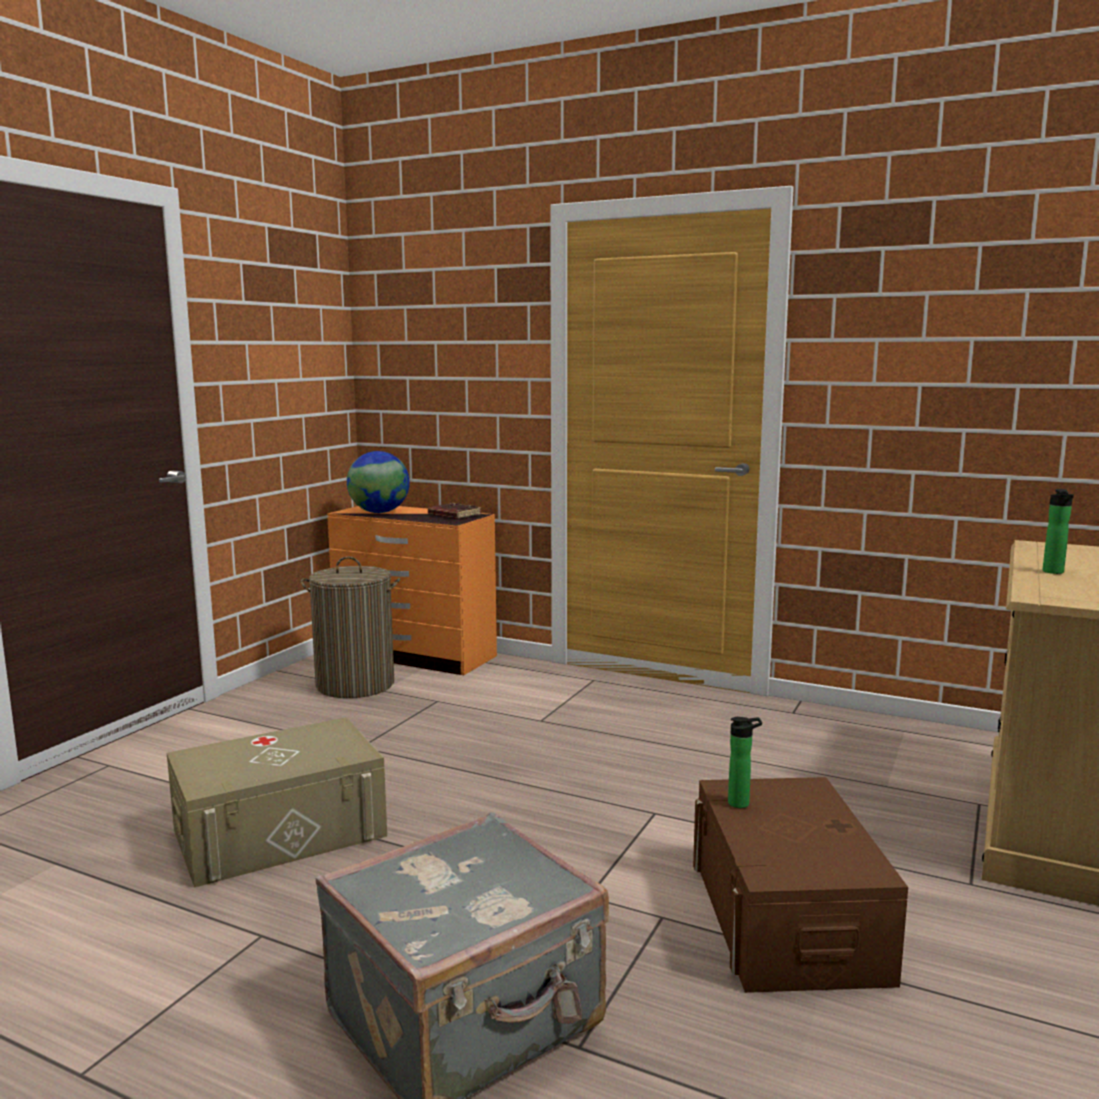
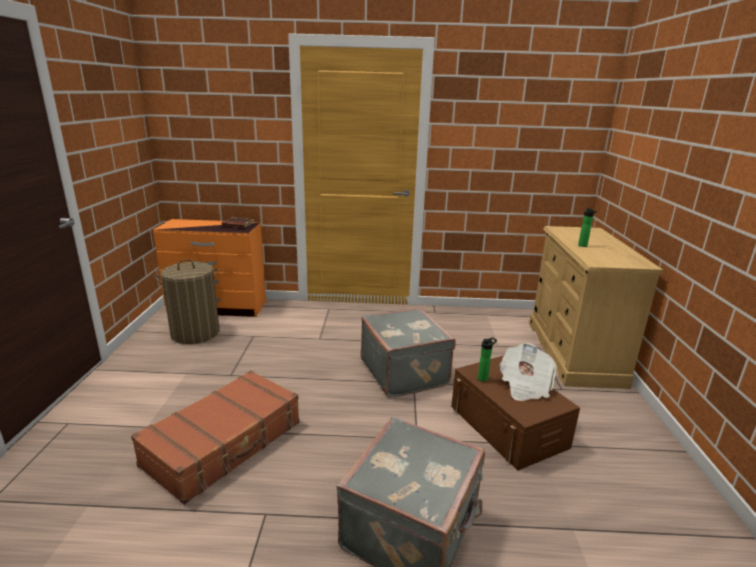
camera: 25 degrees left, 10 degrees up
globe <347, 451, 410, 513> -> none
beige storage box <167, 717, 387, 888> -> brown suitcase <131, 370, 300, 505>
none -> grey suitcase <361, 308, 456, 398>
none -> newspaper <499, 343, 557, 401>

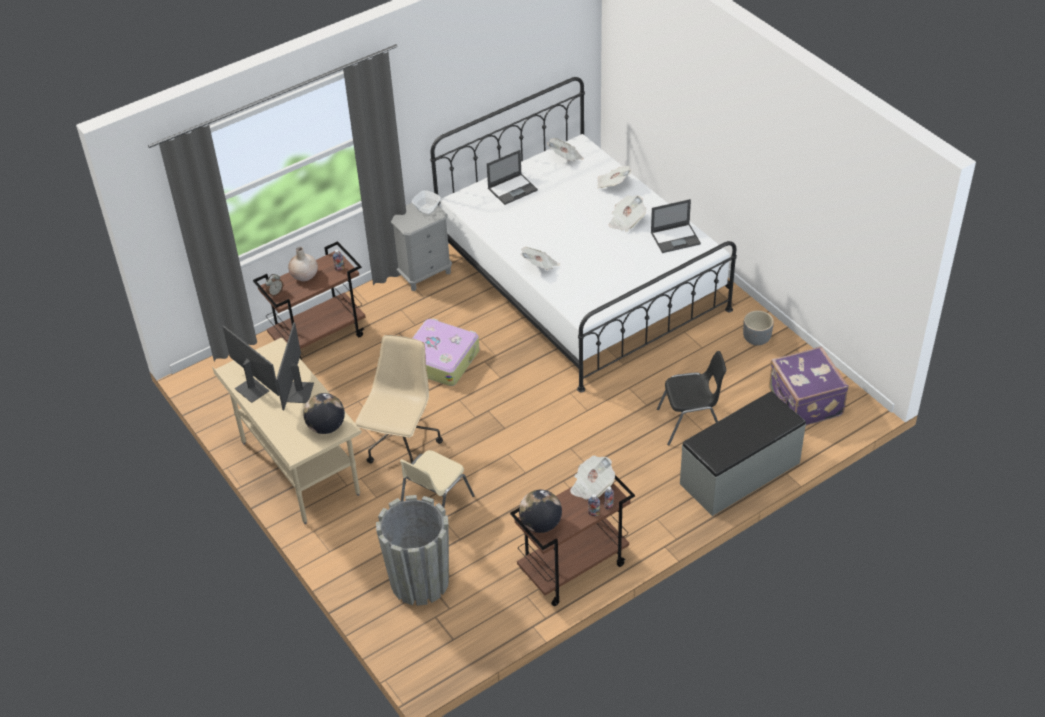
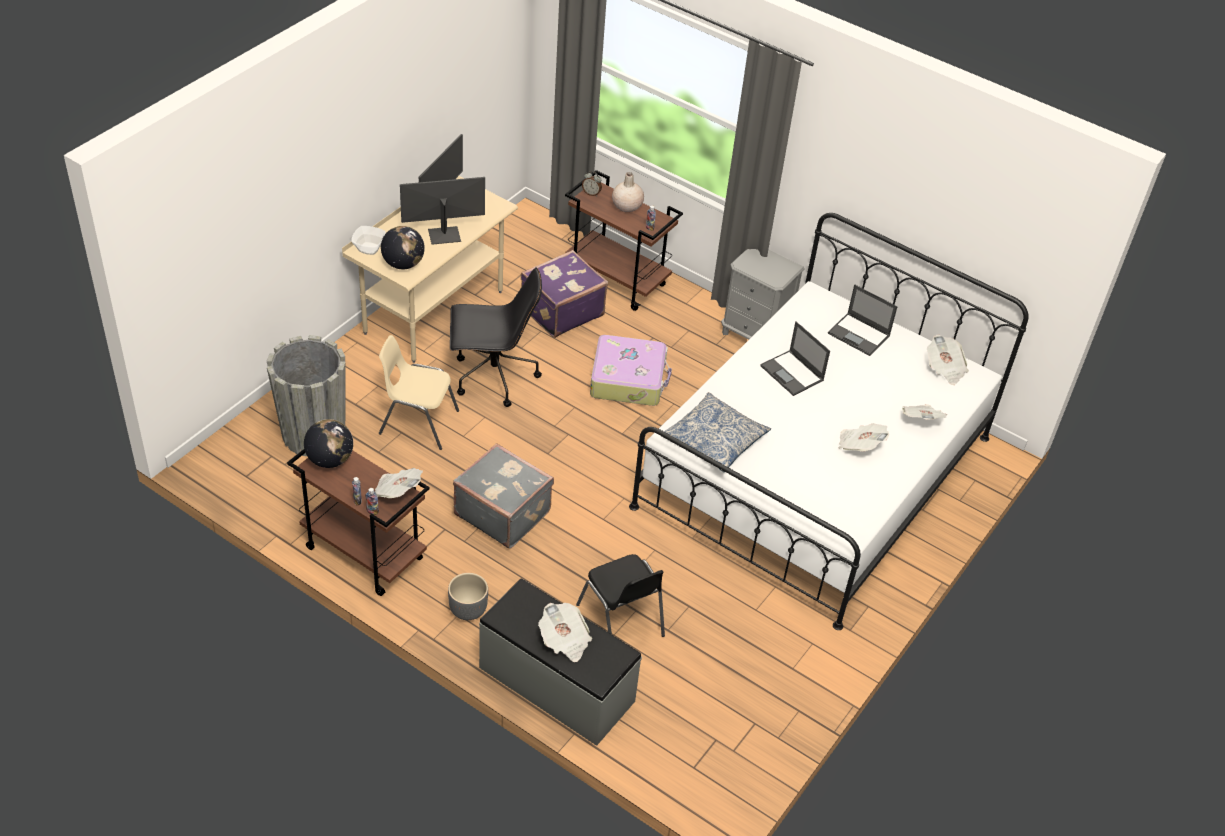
camera: 65 degrees right, 0 degrees up
bowl <412, 190, 441, 215> -> bowl <351, 226, 386, 255>, moved
laptop <651, 199, 701, 253> -> laptop <760, 321, 830, 396>, moved
newspaper <520, 247, 560, 270> -> newspaper <538, 603, 592, 662>, moved
grey planter <743, 310, 774, 345> -> grey planter <448, 573, 488, 620>, moved
beige office chair <355, 335, 443, 463> -> black office chair <450, 267, 542, 407>
purple suitcase <769, 346, 849, 426> -> purple suitcase <521, 250, 608, 338>, moved
none -> pillow <664, 392, 771, 472>
none -> grey suitcase <453, 443, 554, 549>

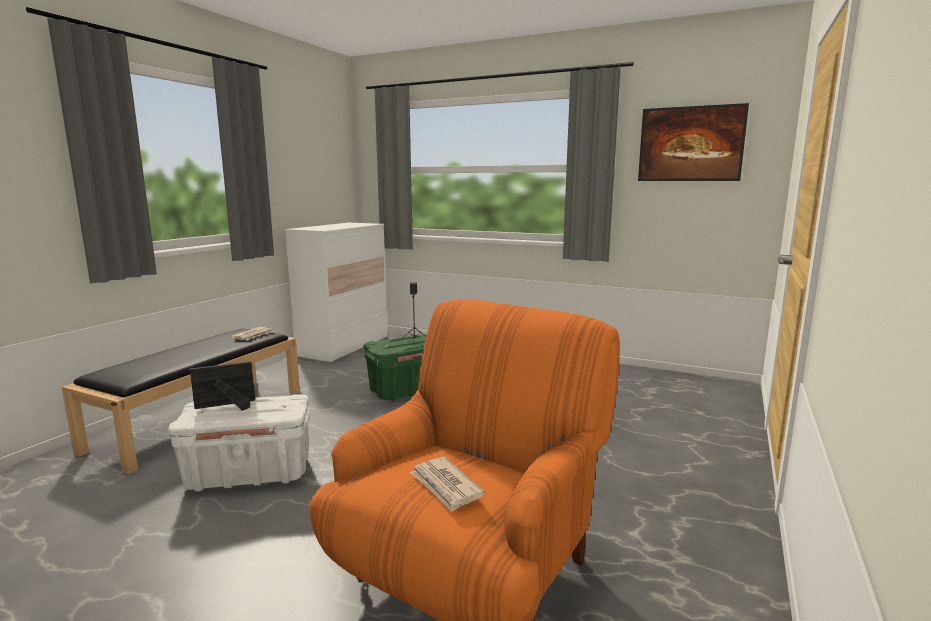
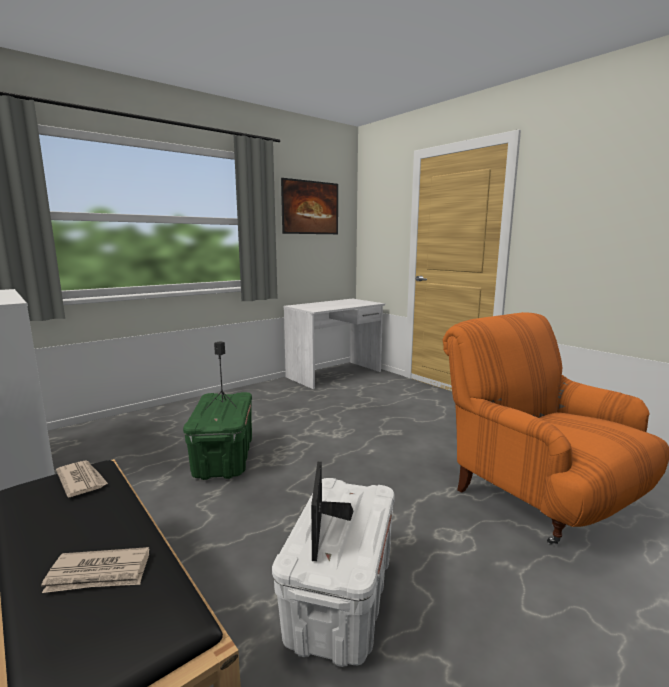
camera: 65 degrees left, 0 degrees up
newspaper <410, 457, 485, 512> -> newspaper <41, 547, 149, 593>, moved
none -> white desk <284, 299, 385, 389>

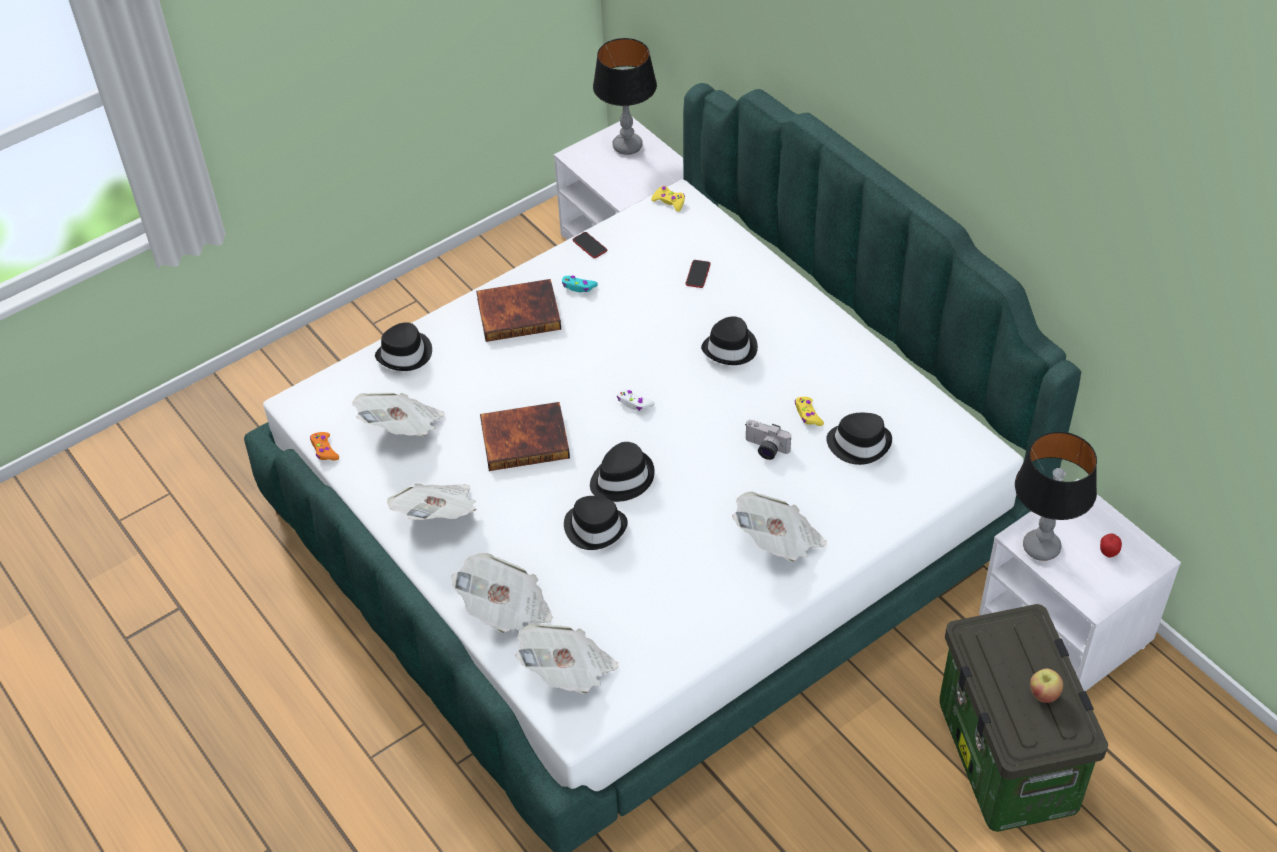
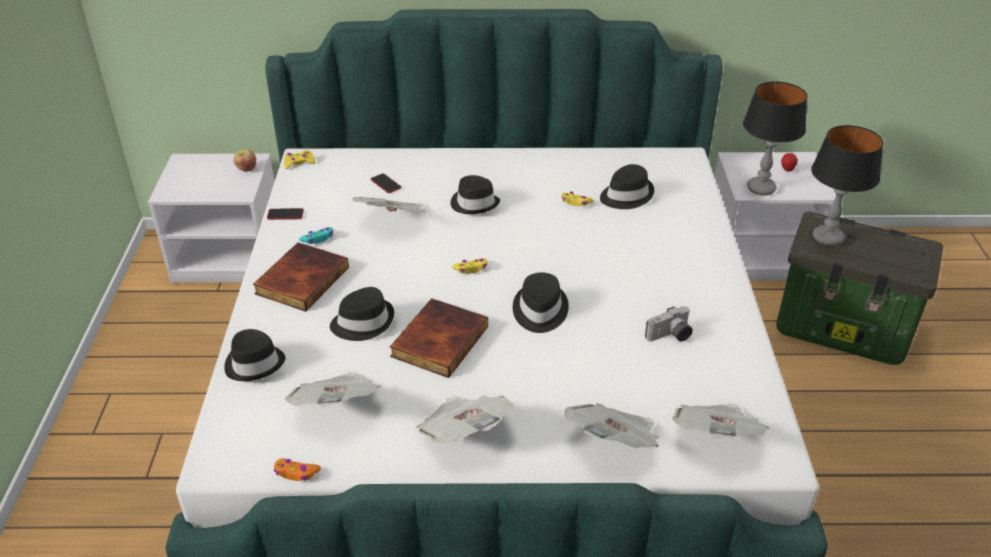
camera: 55 degrees left, 10 degrees down
table lamp <593, 38, 657, 155> -> table lamp <811, 125, 883, 246>, moved
white game controller <617, 389, 655, 411> -> yellow game controller <452, 258, 488, 274>
photo camera <746, 420, 791, 460> -> photo camera <645, 306, 693, 341>, moved
newspaper <732, 491, 827, 561> -> newspaper <352, 197, 427, 213>, moved
black hat <564, 496, 628, 550> -> black hat <330, 287, 394, 341>, moved
apple <1030, 669, 1063, 703> -> apple <233, 149, 256, 172>, moved

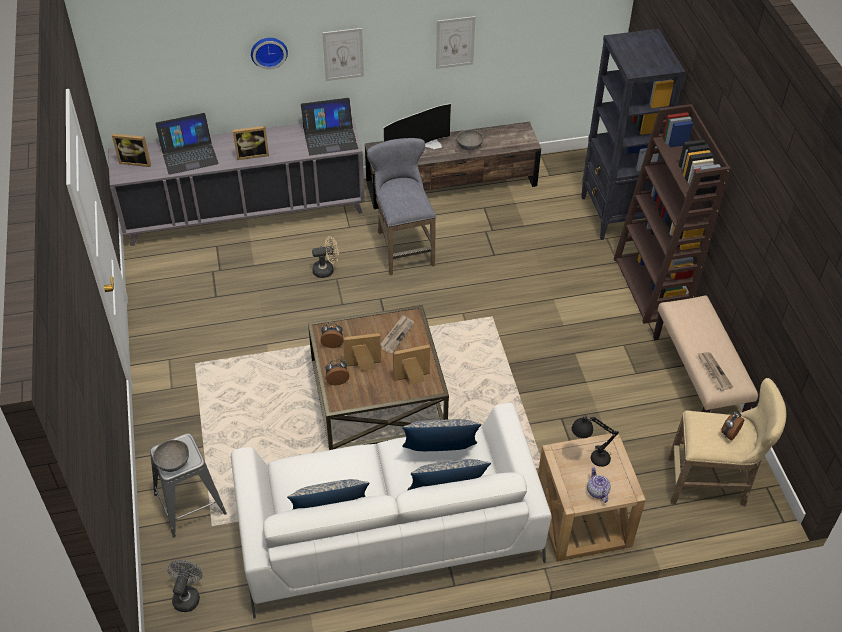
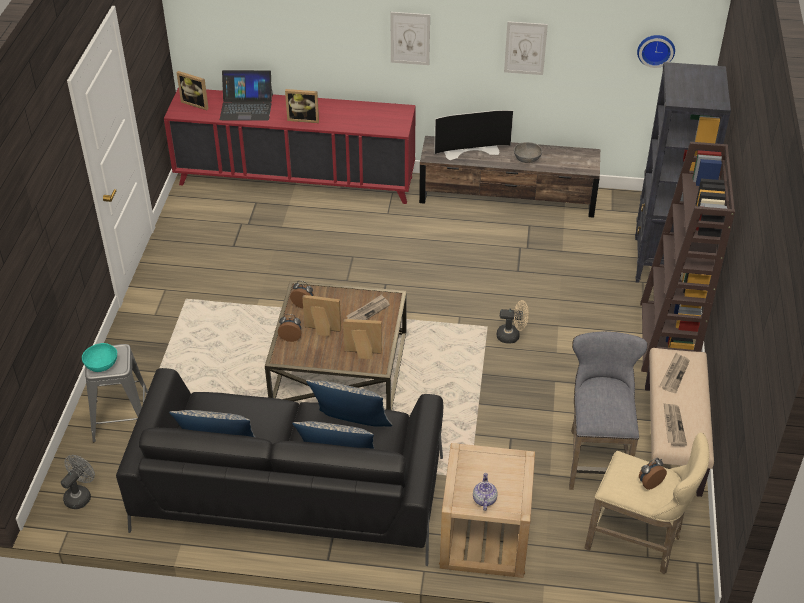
camera: 20 degrees right, 5 degrees down
wall clock <251, 38, 288, 70> -> wall clock <637, 35, 675, 68>, moved
laptop <301, 98, 358, 155> -> none
grey cabinet <108, 117, 365, 246> -> red cabinet <164, 87, 416, 204>
grey stool <367, 138, 436, 275> -> grey stool <569, 331, 648, 490>, moved
beige fan <312, 236, 339, 278> -> beige fan <497, 300, 529, 344>, moved
white sofa <231, 403, 552, 619> -> black sofa <116, 368, 443, 566>
black table lamp <572, 414, 619, 467> -> none
grey bowl <153, 440, 189, 472> -> turquoise bowl <82, 343, 117, 372>
none -> newspaper <660, 353, 690, 393>

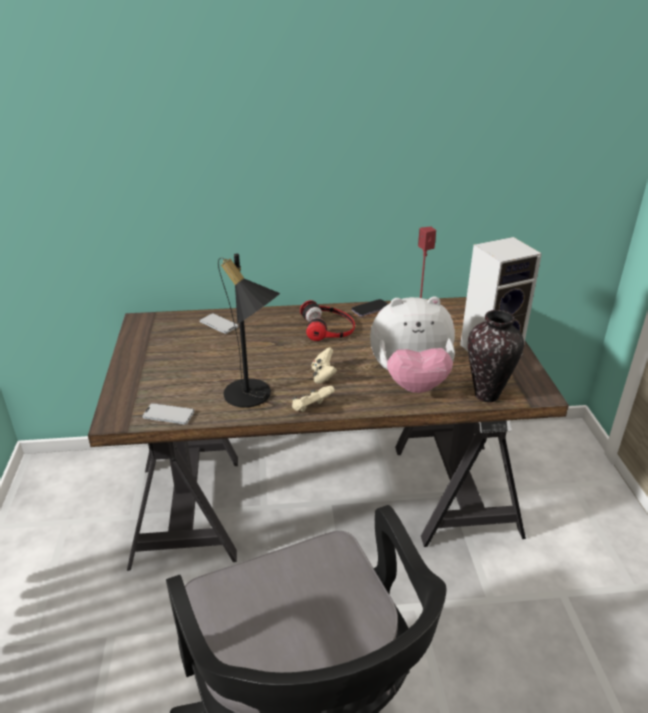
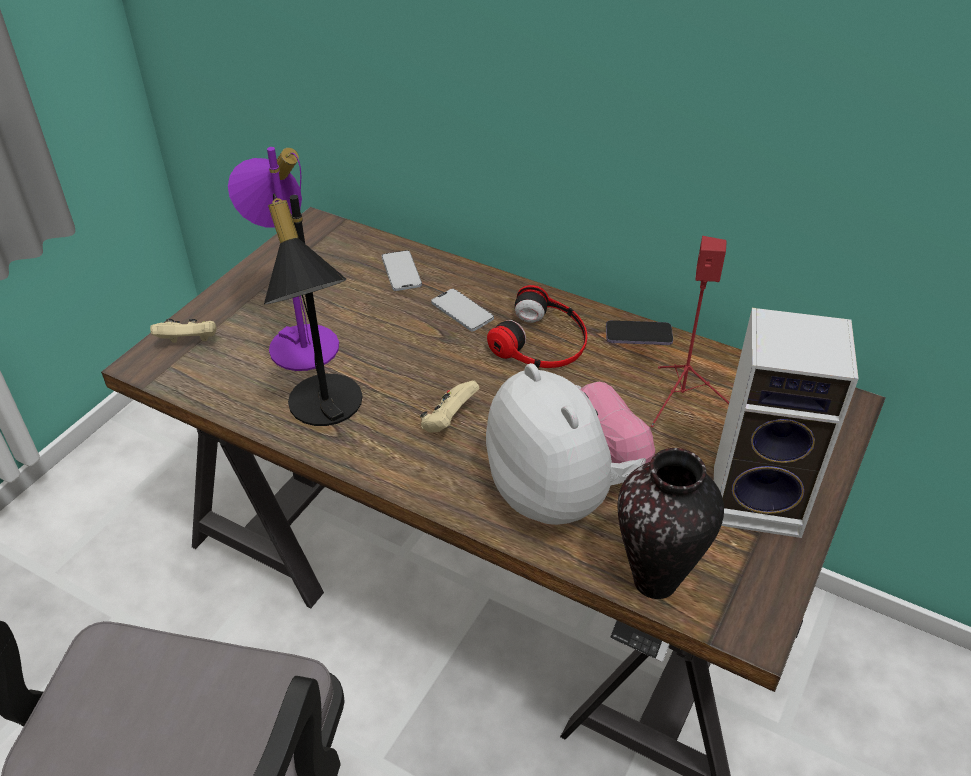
camera: 35 degrees right, 10 degrees up
plush toy <370, 296, 455, 393> -> plush toy <486, 363, 655, 525>, 150 degrees counterclockwise
beige game controller <292, 386, 335, 412> -> beige game controller <150, 319, 216, 343>, moved
phone <142, 403, 194, 424> -> phone <431, 288, 494, 331>, moved
none -> purple table lamp <228, 147, 339, 371>

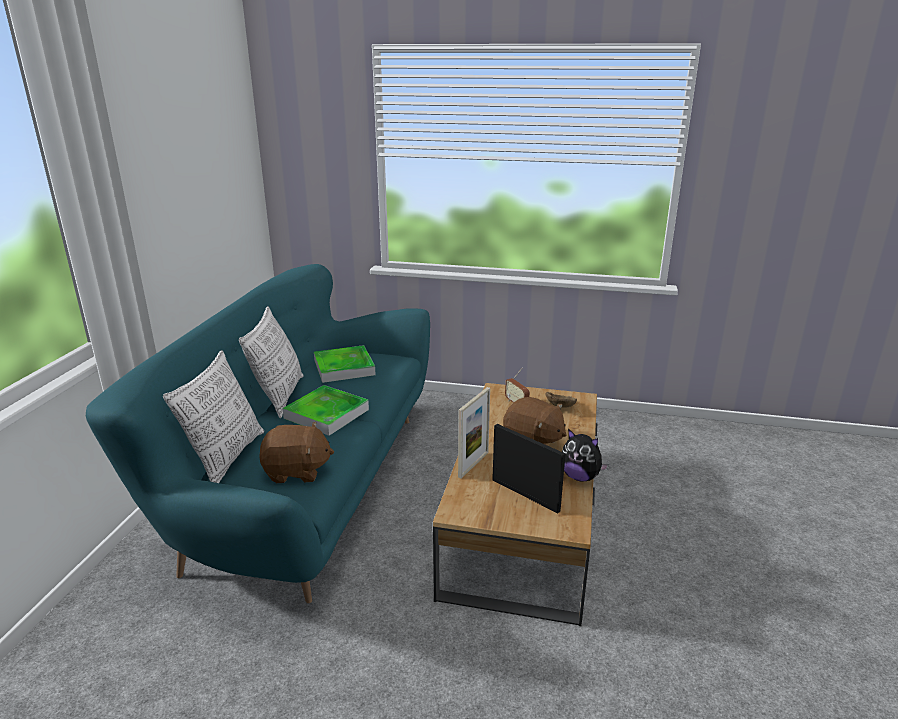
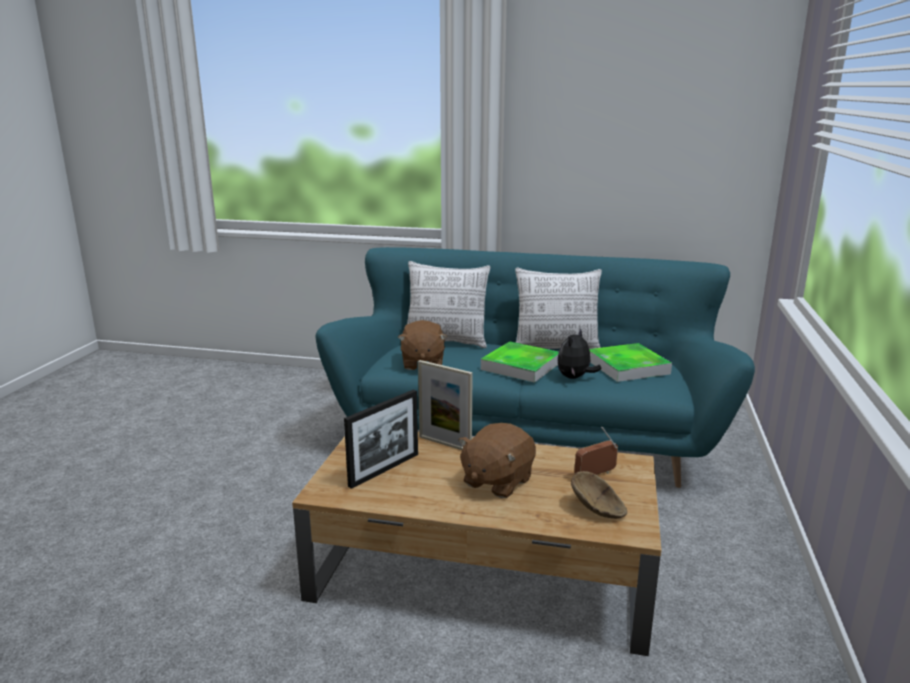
camera: 90 degrees right, 5 degrees down
plush toy <562, 429, 609, 481> -> plush toy <557, 328, 602, 379>, moved

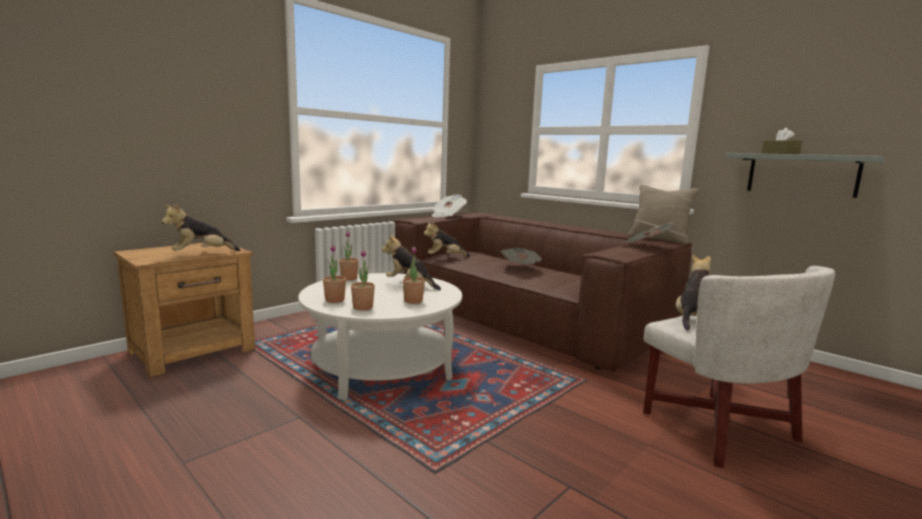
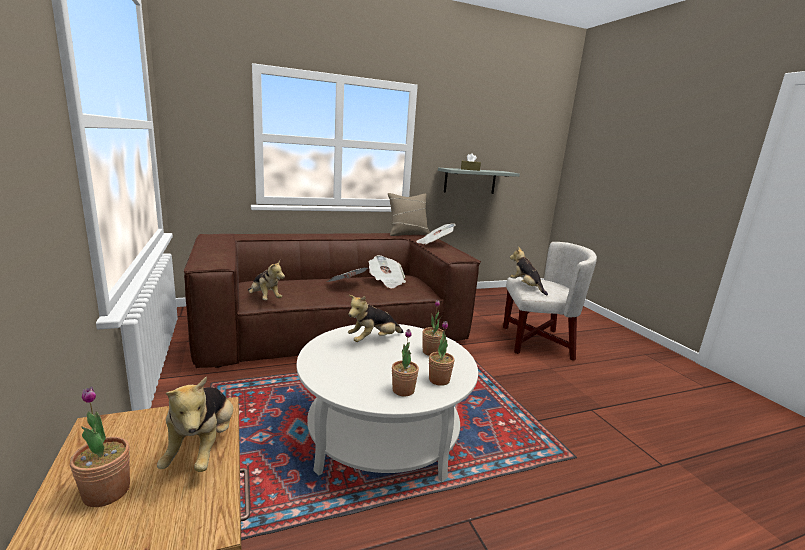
camera: 65 degrees left, 5 degrees up
newspaper <431, 194, 467, 217> -> newspaper <369, 255, 406, 289>, moved
plush toy <424, 221, 470, 257> -> plush toy <248, 260, 285, 300>, 60 degrees counterclockwise
potted plant <339, 231, 359, 281> -> potted plant <70, 386, 130, 507>, moved

